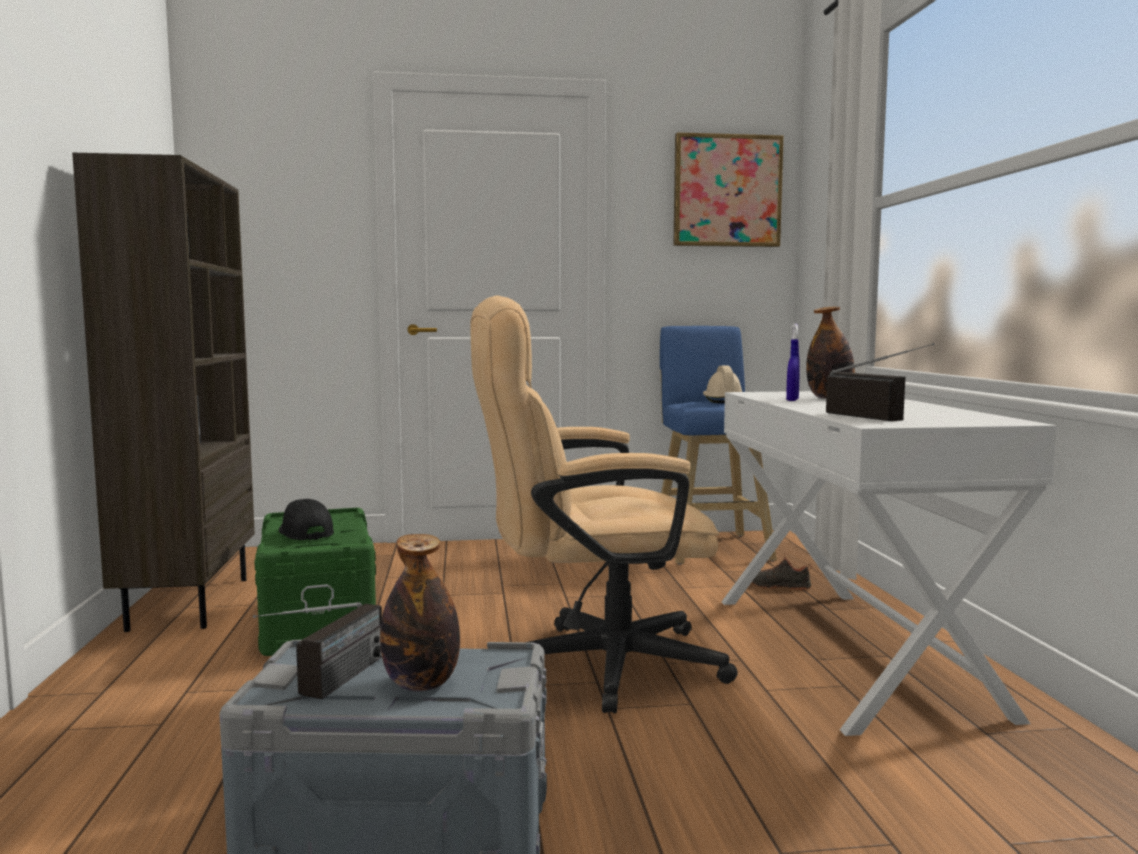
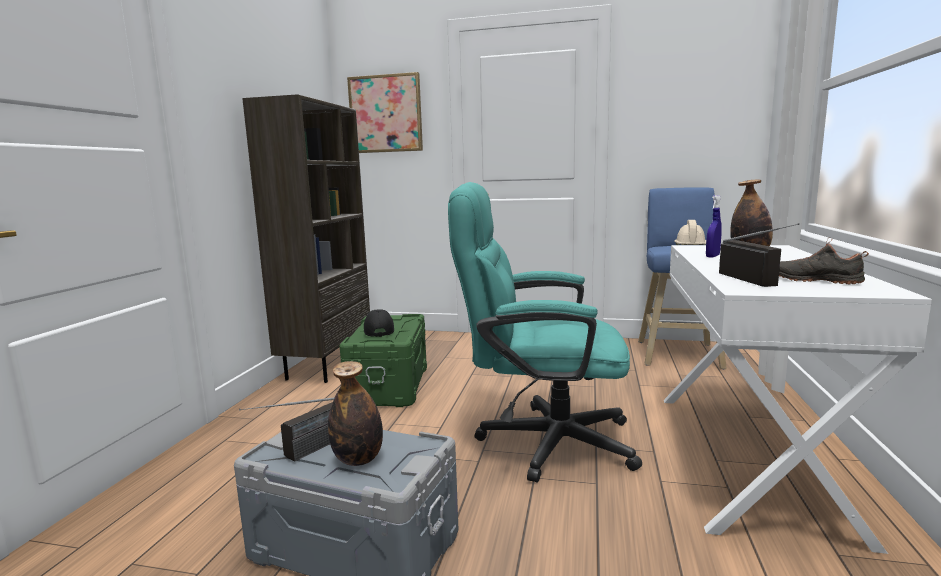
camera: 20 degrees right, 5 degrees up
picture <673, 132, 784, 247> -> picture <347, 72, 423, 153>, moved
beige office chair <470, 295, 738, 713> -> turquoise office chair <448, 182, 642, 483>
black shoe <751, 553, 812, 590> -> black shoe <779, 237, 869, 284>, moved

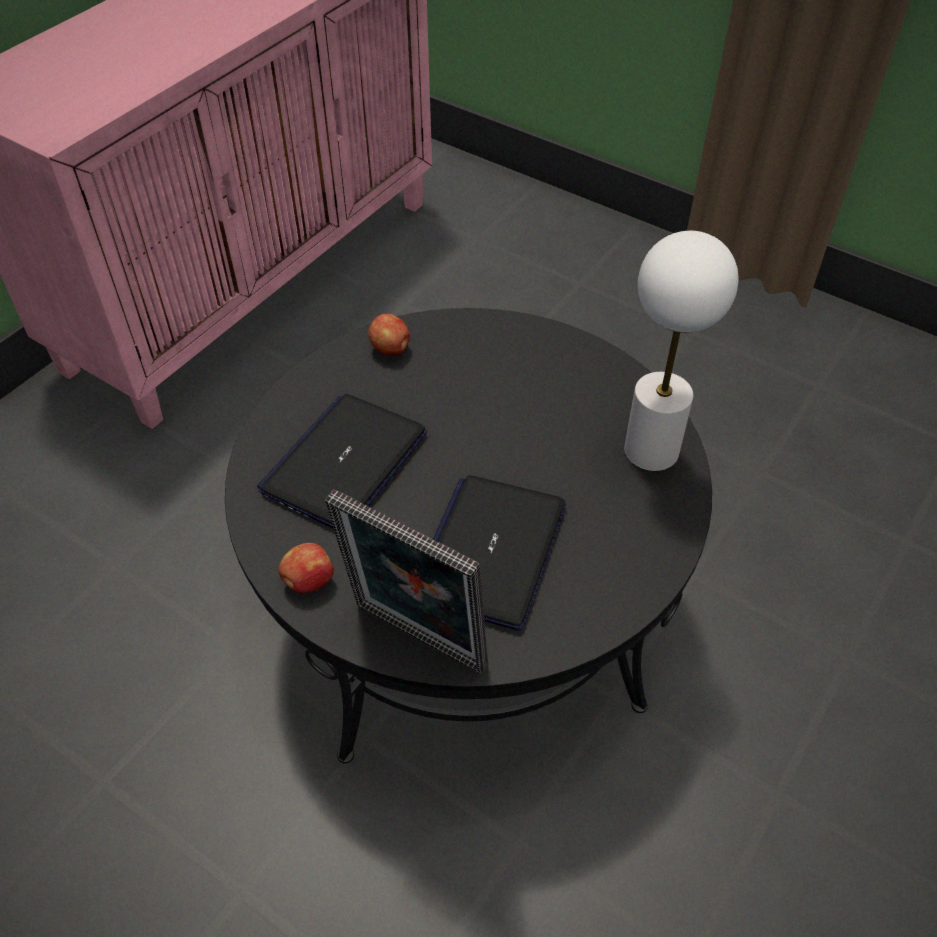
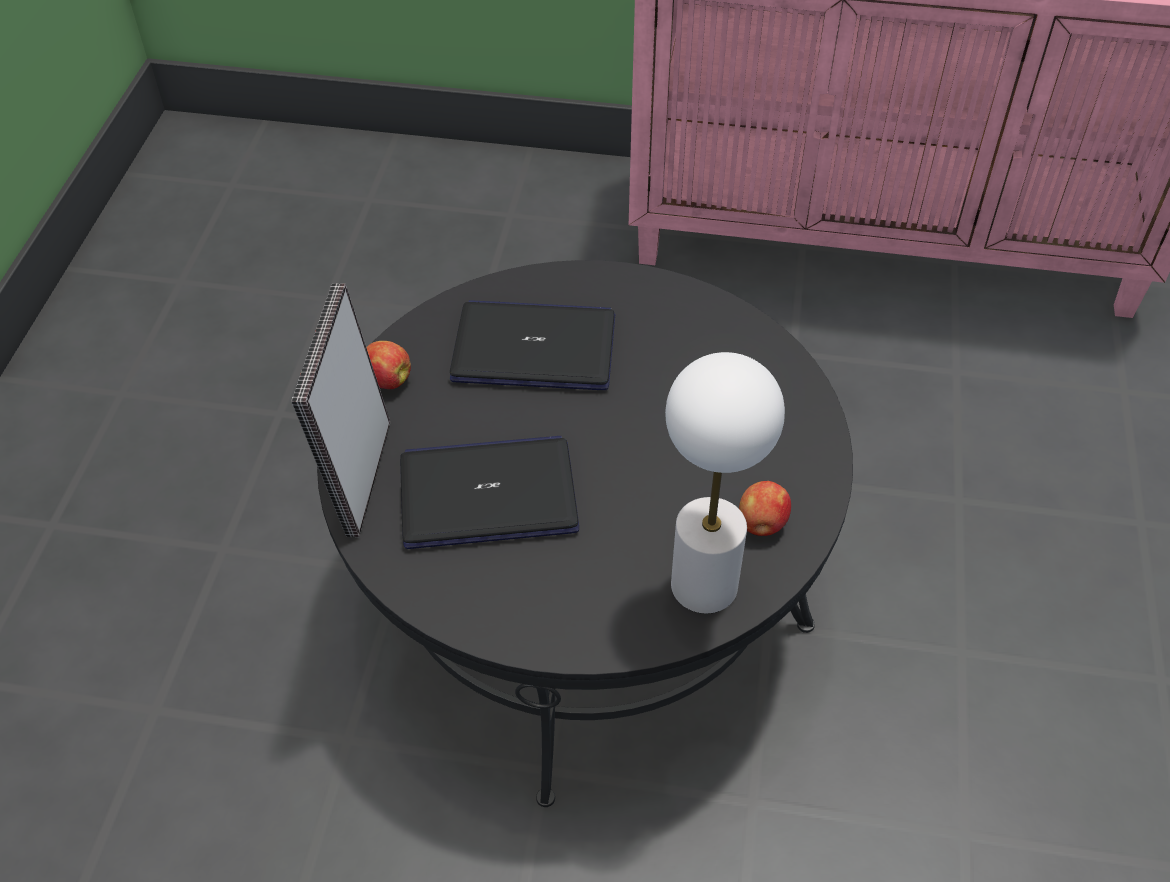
camera: 65 degrees right, 0 degrees up
apple <368, 314, 410, 356> -> apple <739, 481, 791, 536>, moved

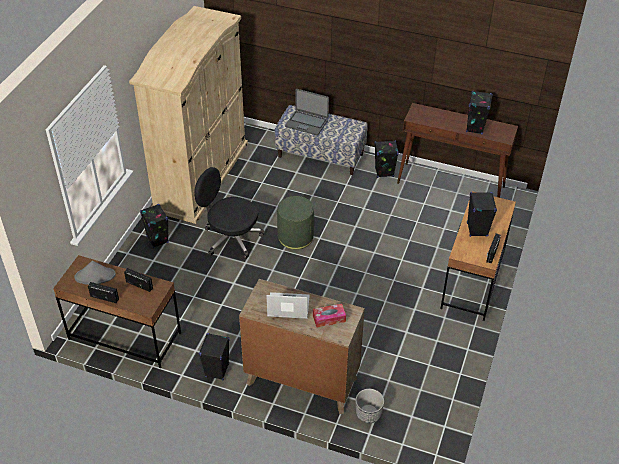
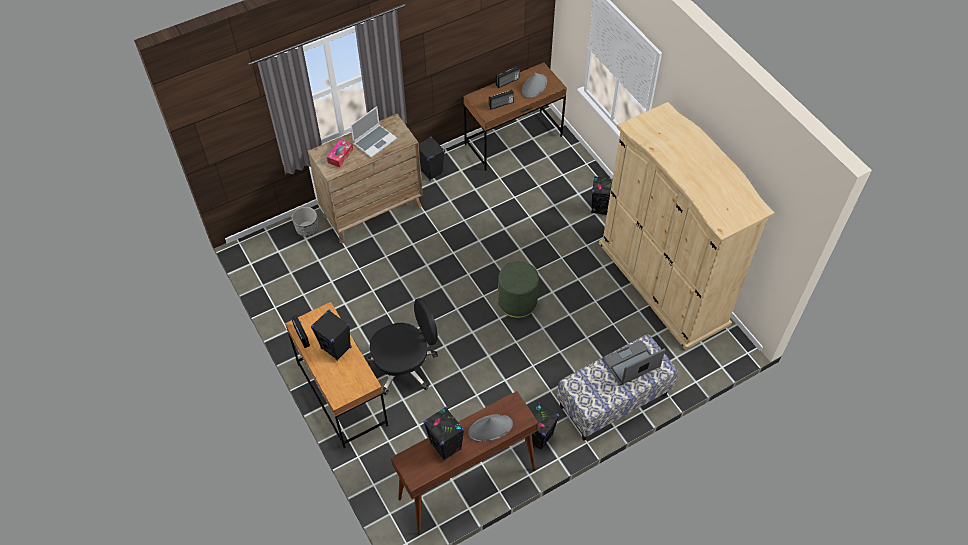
camera: 130 degrees right, 10 degrees up
black office chair <194, 167, 264, 259> -> black office chair <368, 298, 438, 395>, moved
none -> grey hat <468, 414, 513, 442>

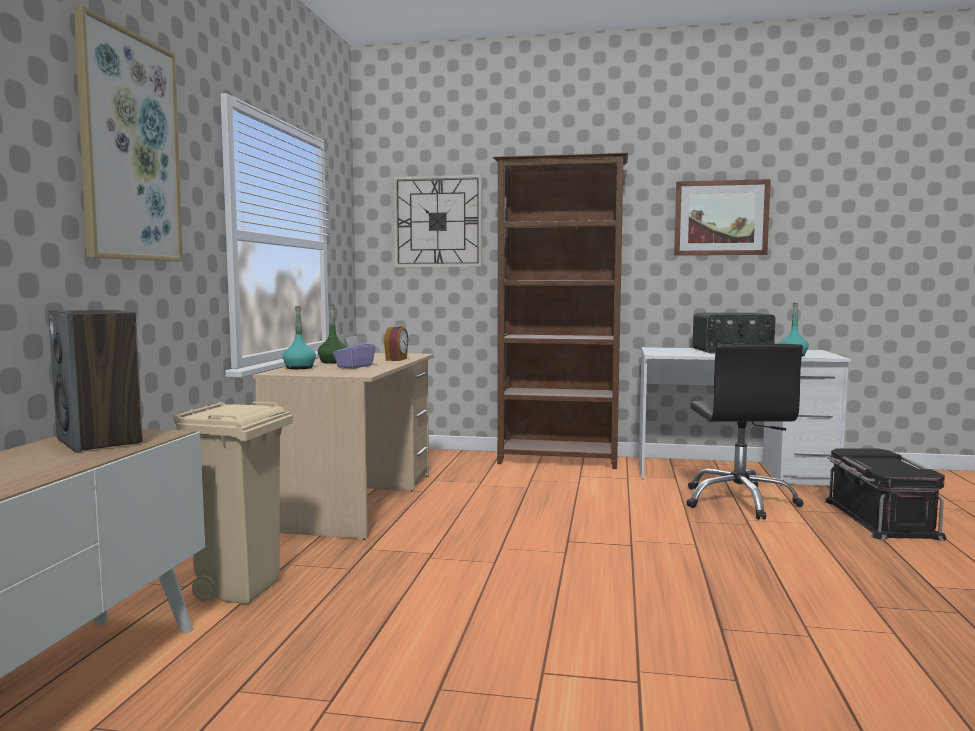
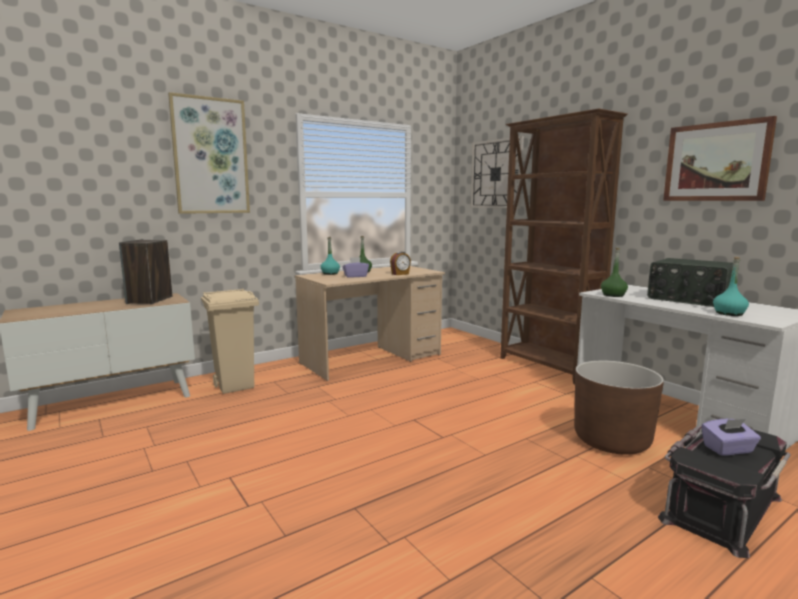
camera: 45 degrees right, 5 degrees up
black office chair <686, 344, 804, 520> -> brown planter <574, 361, 664, 455>
none -> green bottle <601, 248, 628, 297>
none -> purple tissue box <701, 419, 761, 456>

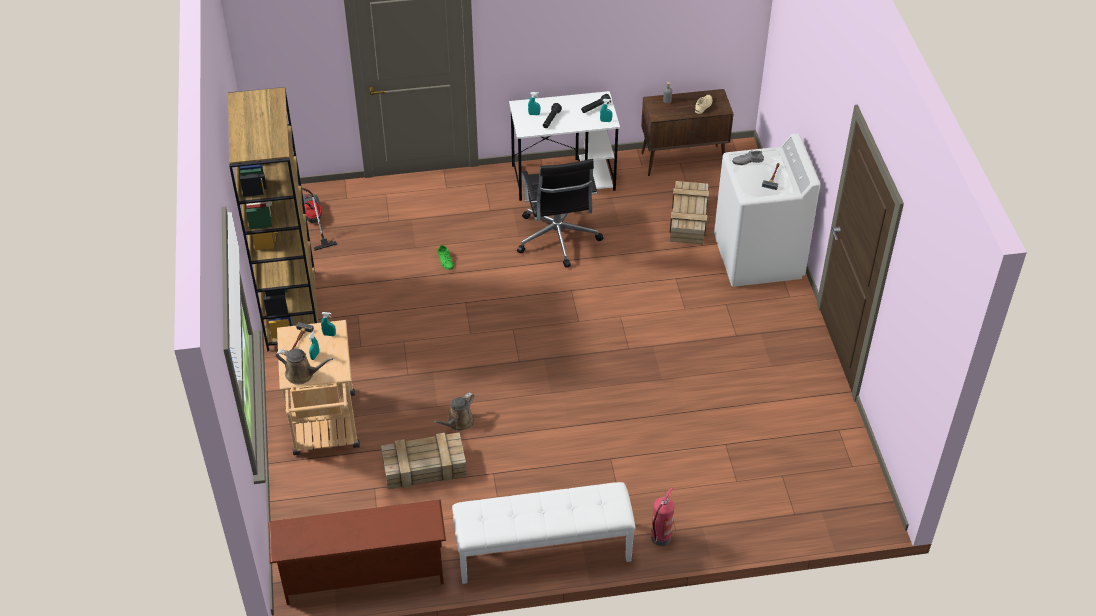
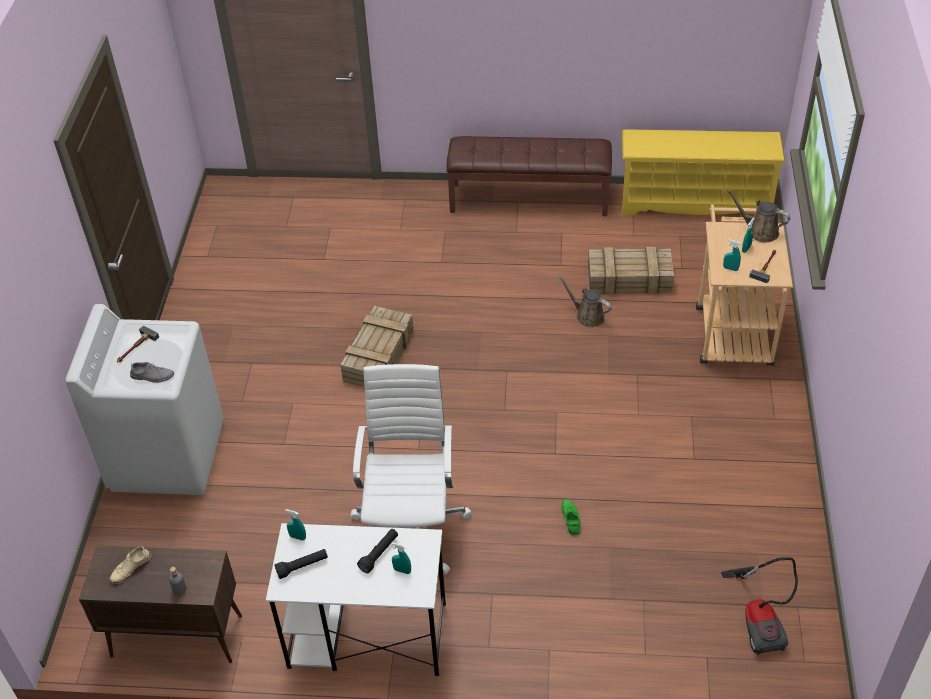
camera: 165 degrees left, 0 degrees up
brown bookcase <228, 87, 318, 351> -> none
black office chair <517, 159, 603, 268> -> white office chair <351, 364, 472, 575>
crate <670, 181, 709, 244> -> crate <341, 306, 414, 387>, moved
brown watering can <433, 392, 474, 431> -> brown watering can <557, 274, 612, 327>, 105 degrees counterclockwise
white bench <452, 482, 635, 584> -> brown bench <447, 136, 612, 216>
fire extinguisher <651, 487, 675, 546> -> none
brown shoe rack <268, 500, 446, 605> -> yellow shoe rack <622, 129, 786, 216>

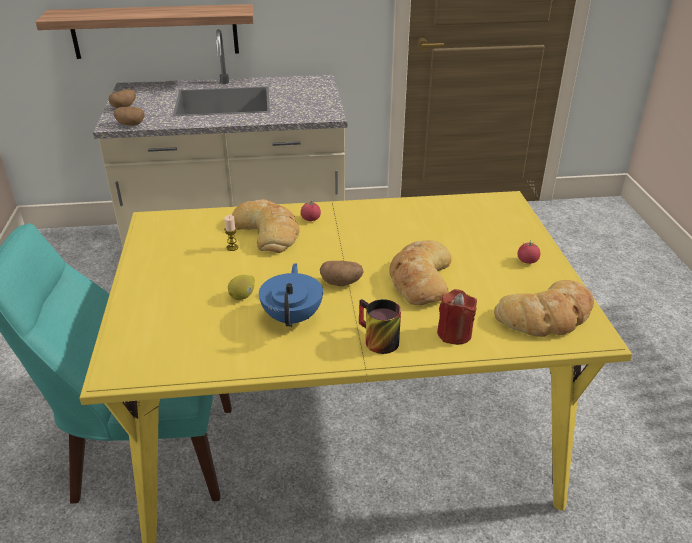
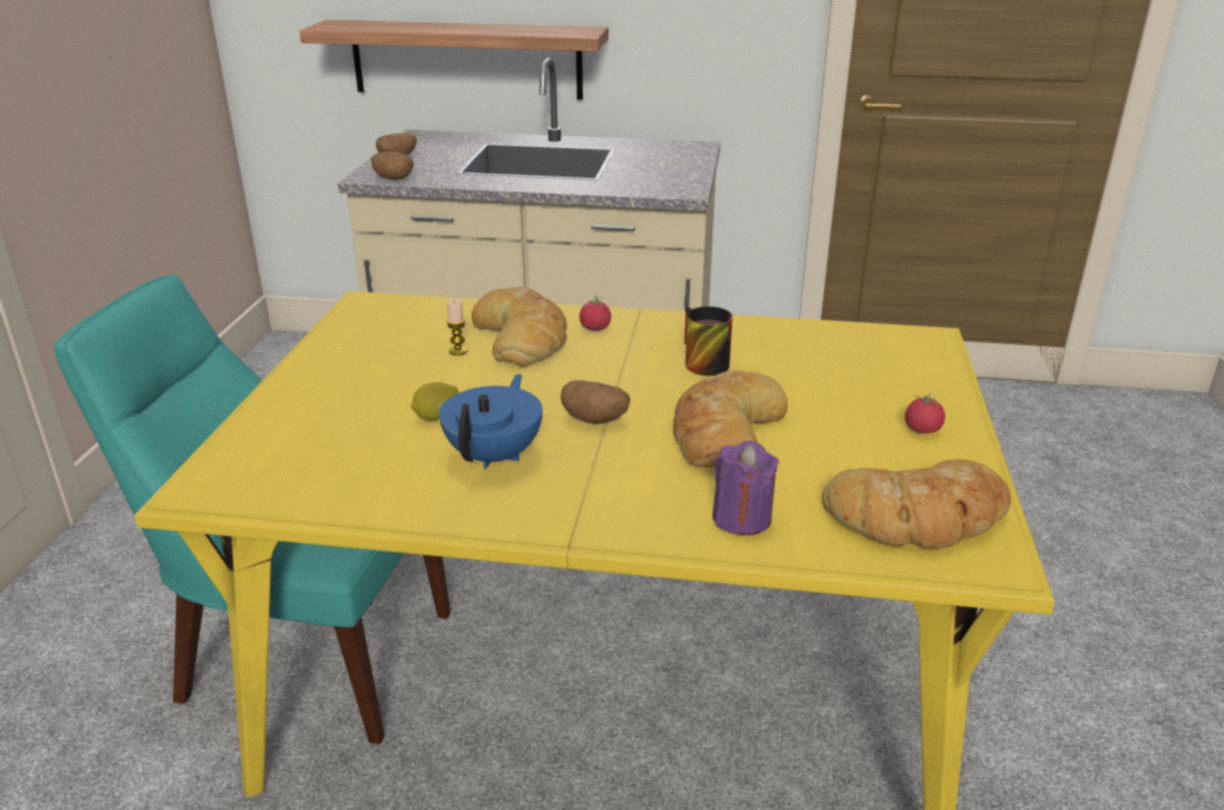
camera: 15 degrees right, 5 degrees down
red candle <437, 289, 477, 345> -> purple candle <712, 440, 779, 535>
mug <359, 299, 401, 354> -> mug <684, 306, 733, 376>, moved

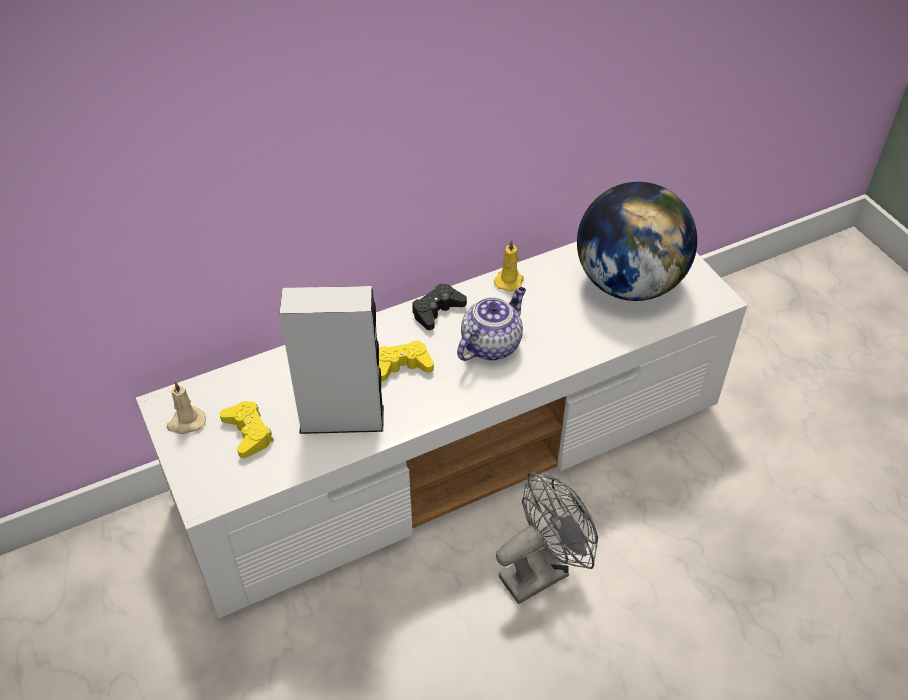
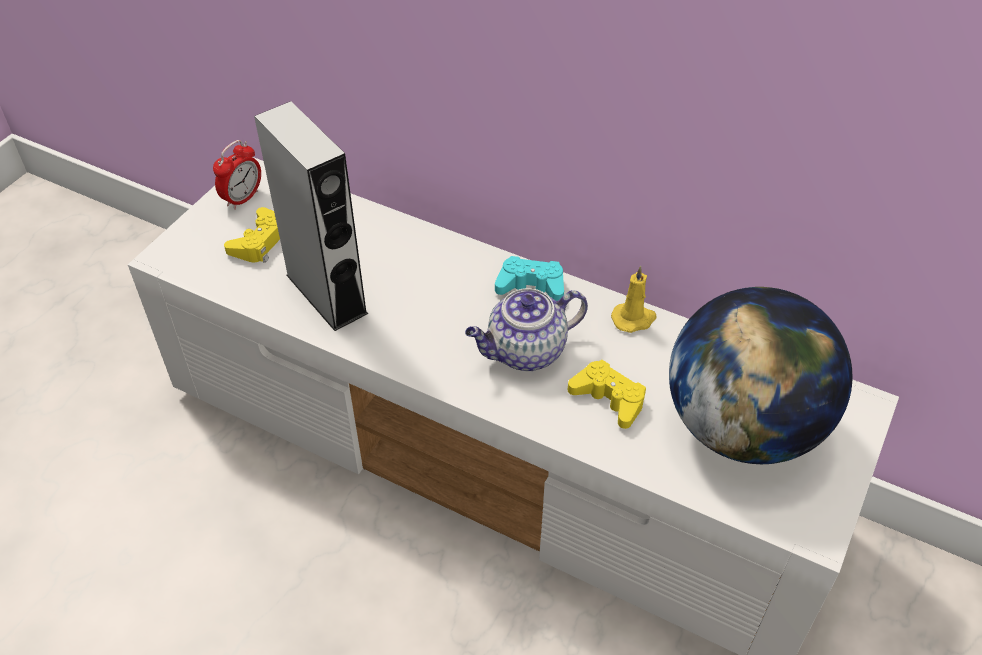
camera: 55 degrees right, 0 degrees up
black game controller <412, 283, 467, 330> -> turquoise game controller <495, 256, 564, 301>
teapot <457, 287, 526, 361> -> teapot <465, 288, 588, 372>, 150 degrees clockwise
yellow game controller <379, 340, 434, 381> -> yellow game controller <568, 360, 646, 429>, moved
beige candle <167, 381, 206, 434> -> alarm clock <213, 140, 261, 210>
grey fan <496, 472, 598, 604> -> none

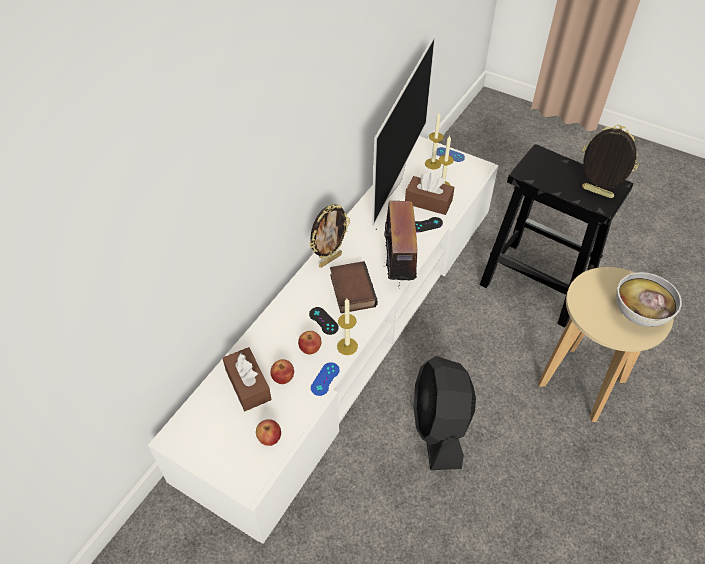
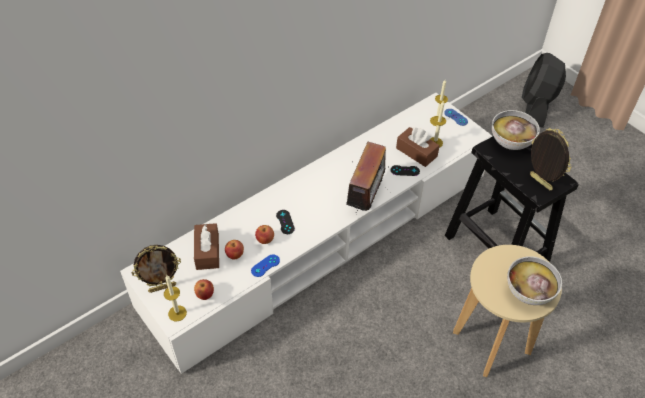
camera: 20 degrees right, 0 degrees up
television <372, 36, 435, 226> -> none
picture frame <309, 204, 350, 268> -> picture frame <131, 245, 181, 293>, moved
book <330, 261, 378, 313> -> none
candle <337, 299, 358, 355> -> candle <164, 275, 187, 322>, moved
black fan <413, 356, 476, 470> -> black fan <522, 53, 566, 128>, moved
none -> bowl <492, 110, 540, 150>

